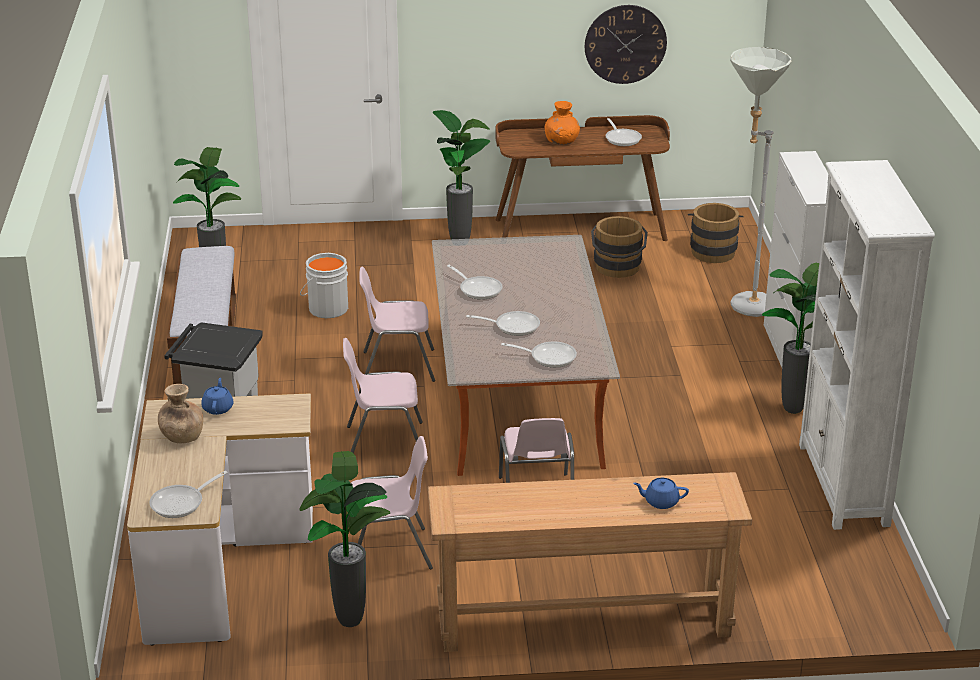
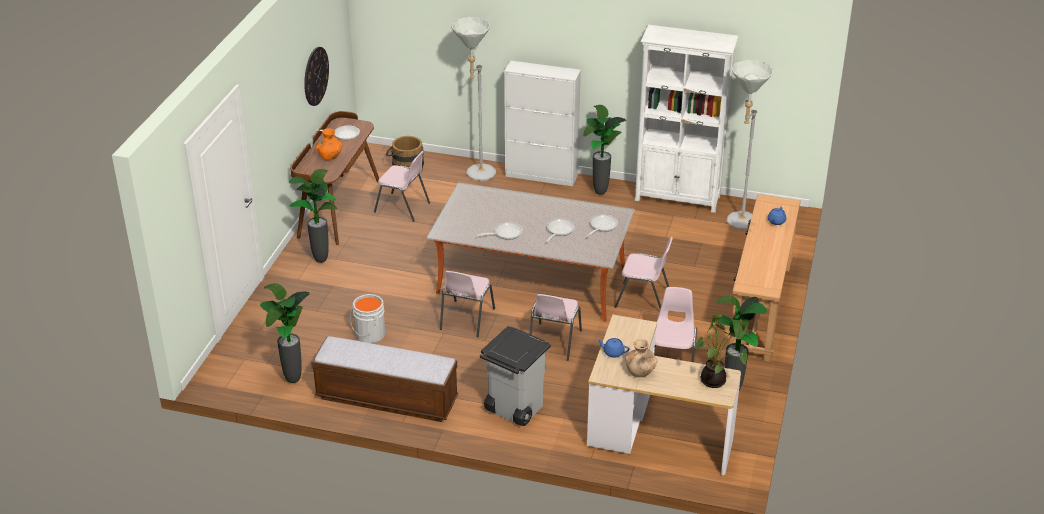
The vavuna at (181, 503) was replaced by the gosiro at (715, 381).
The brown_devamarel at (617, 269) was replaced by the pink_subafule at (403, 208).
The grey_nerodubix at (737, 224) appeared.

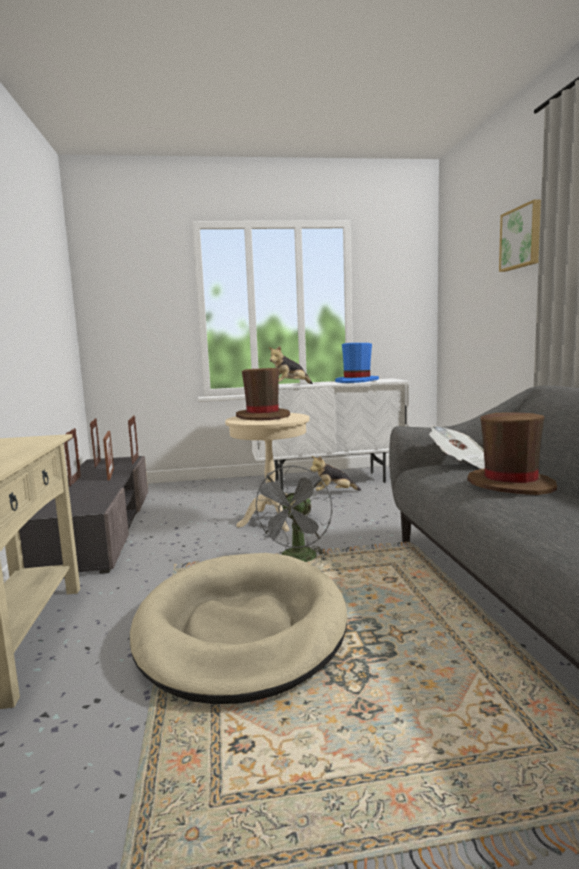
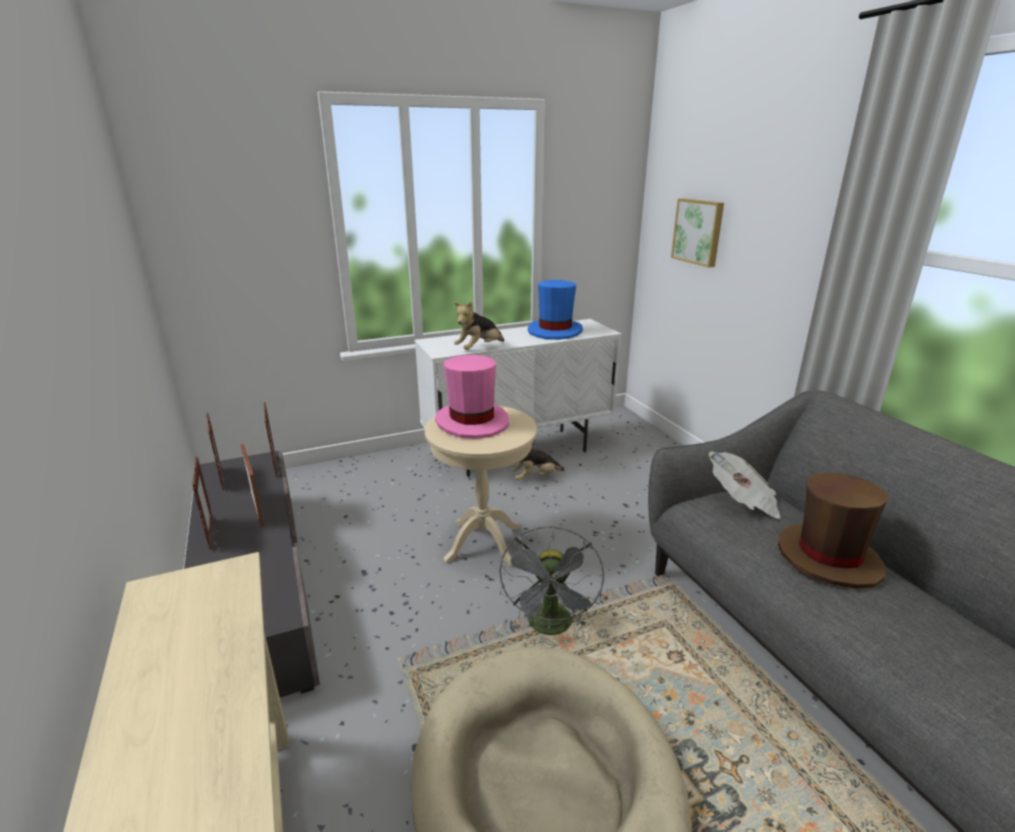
The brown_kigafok at (263, 416) became the pink_kigafok at (472, 422).
The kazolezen moved from (521, 237) to (698, 231).

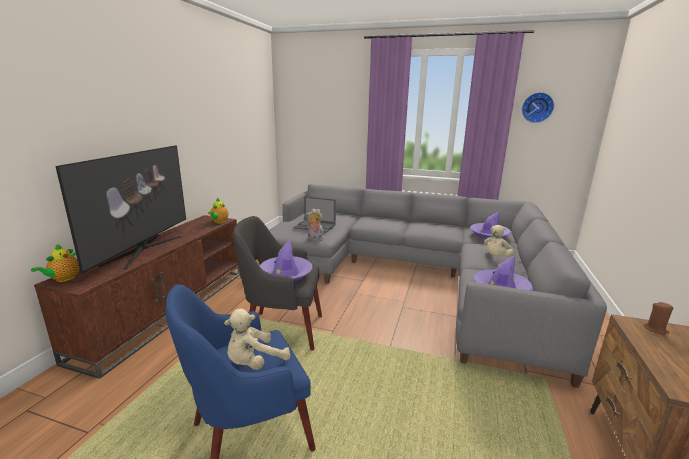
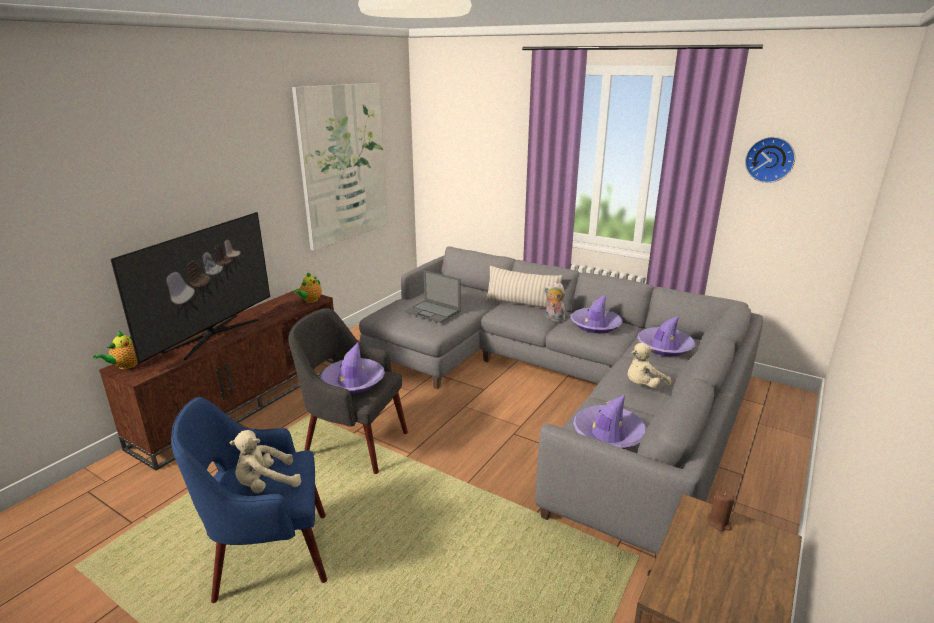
The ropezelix moved from (314, 239) to (553, 319).
The kazolezen at (343, 164) appeared.
The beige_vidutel at (522, 304) appeared.
The purple_kigafok at (595, 325) appeared.

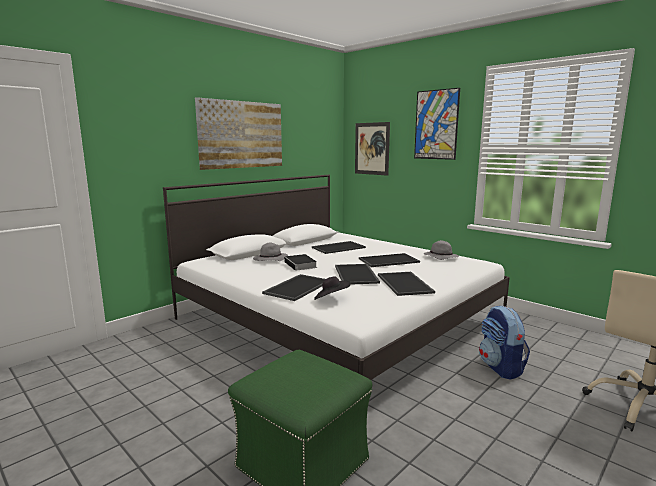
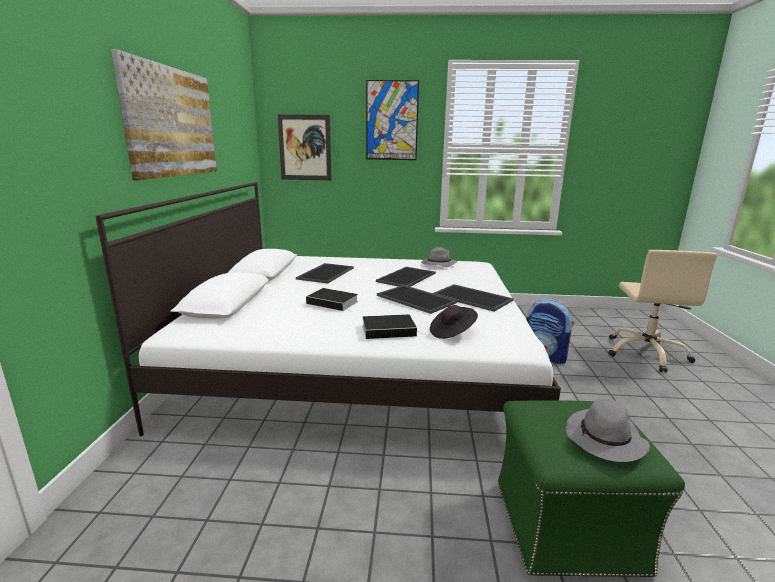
The grey_kigafok moved from (270, 259) to (605, 439).
The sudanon at (297, 287) was replaced by the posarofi at (390, 330).

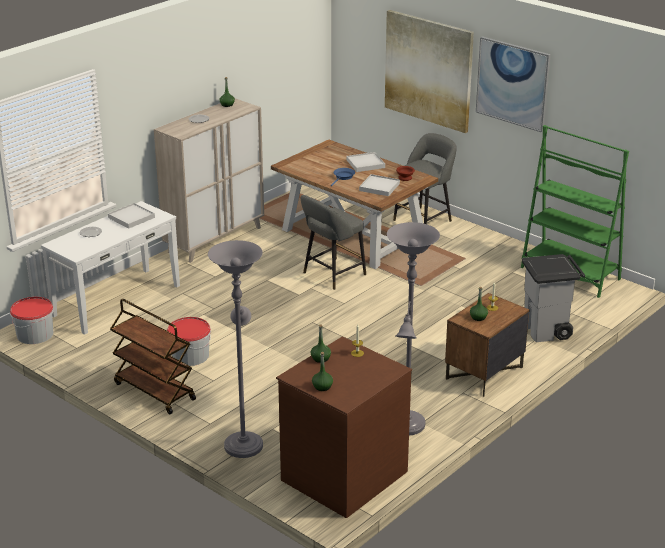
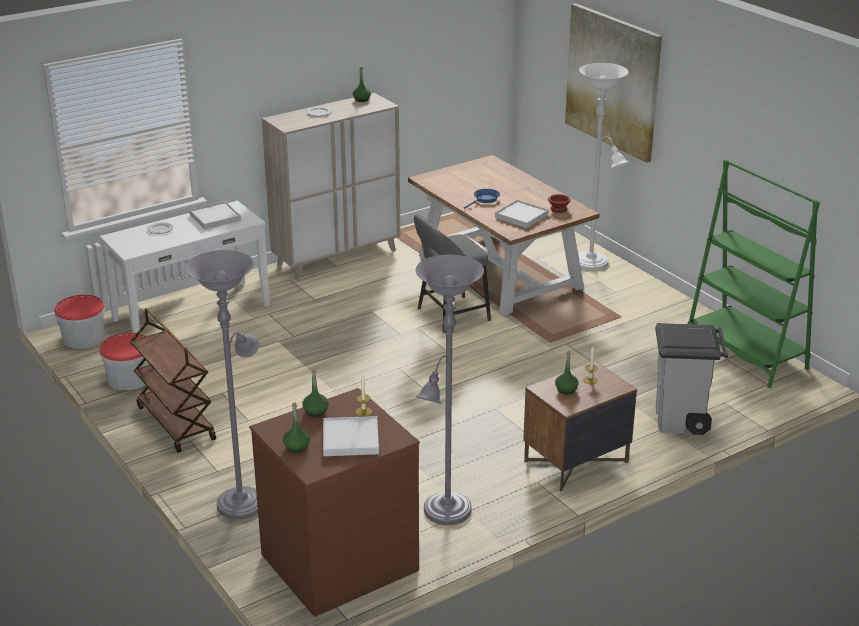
The devamarel moved from (190, 355) to (129, 378).
The white_sudanon moved from (365, 164) to (351, 439).
The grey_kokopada at (424, 219) was replaced by the white_nerodubix at (593, 264).
The kazolezen at (512, 83) disappeared.

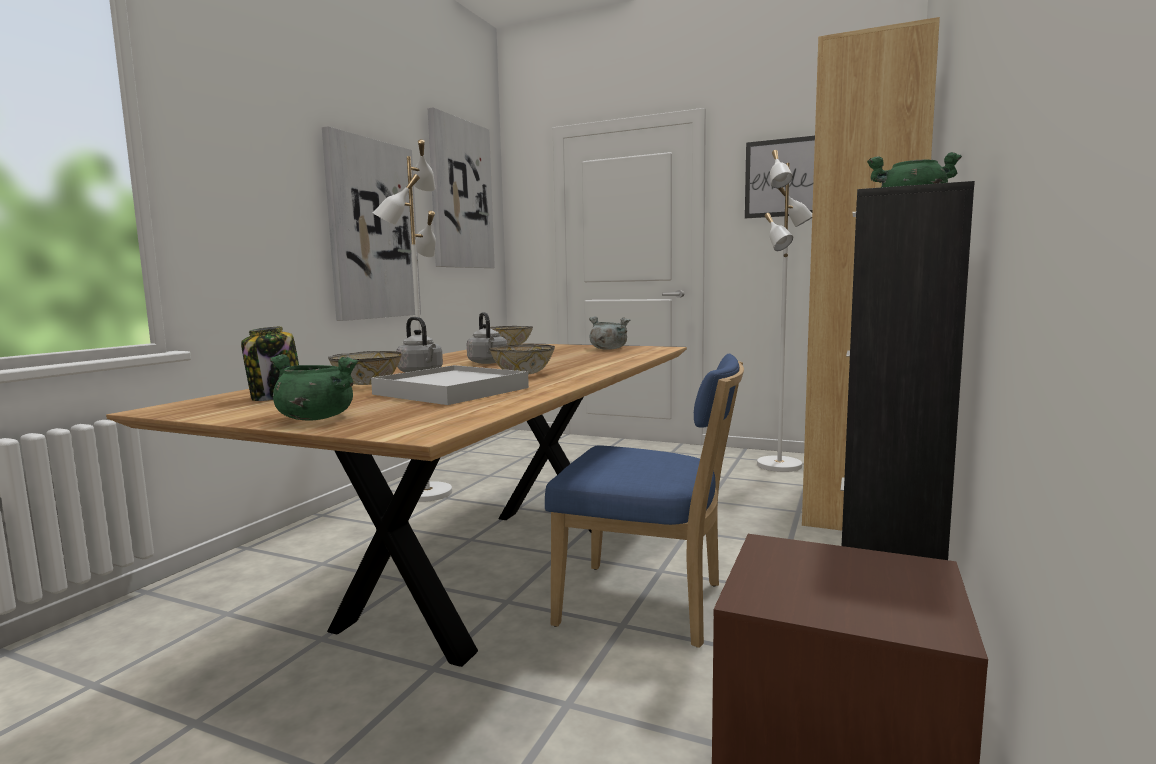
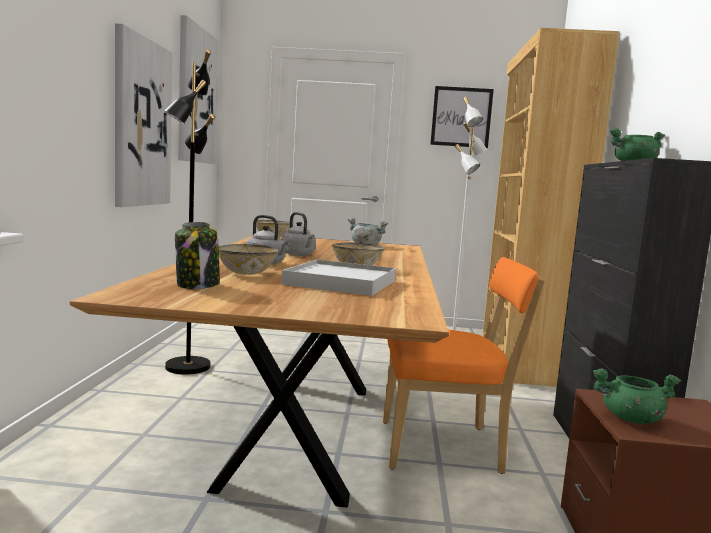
The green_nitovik moved from (314, 418) to (631, 419).
The white_nerodubix at (426, 493) became the black_nerodubix at (186, 366).
The blue_subafule at (649, 605) became the orange_subafule at (446, 447).

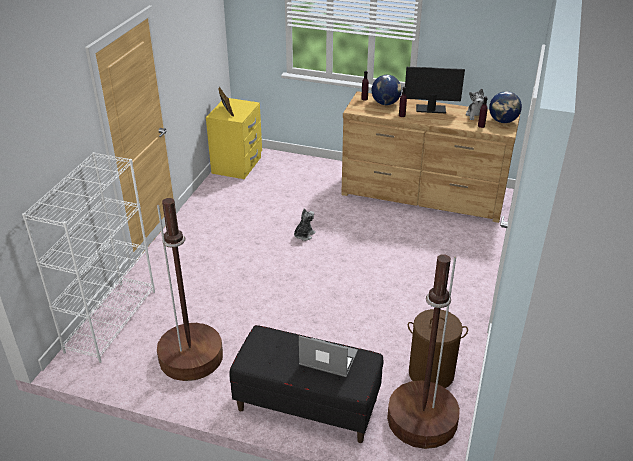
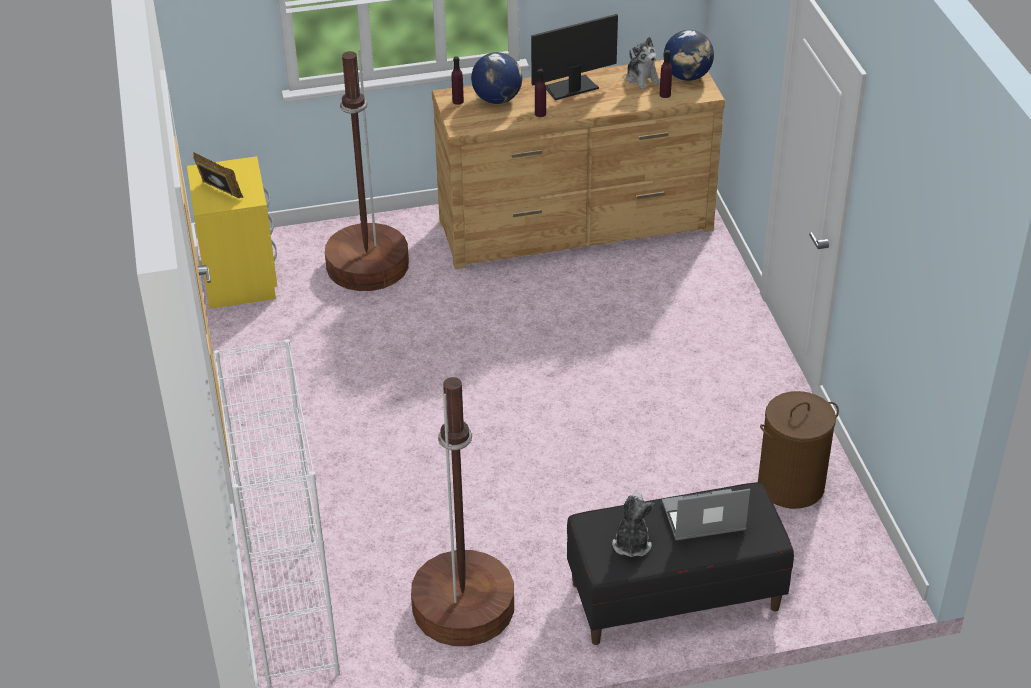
The ropezelix moved from (304, 235) to (631, 543).
The brown_nerodubix moved from (422, 420) to (367, 266).

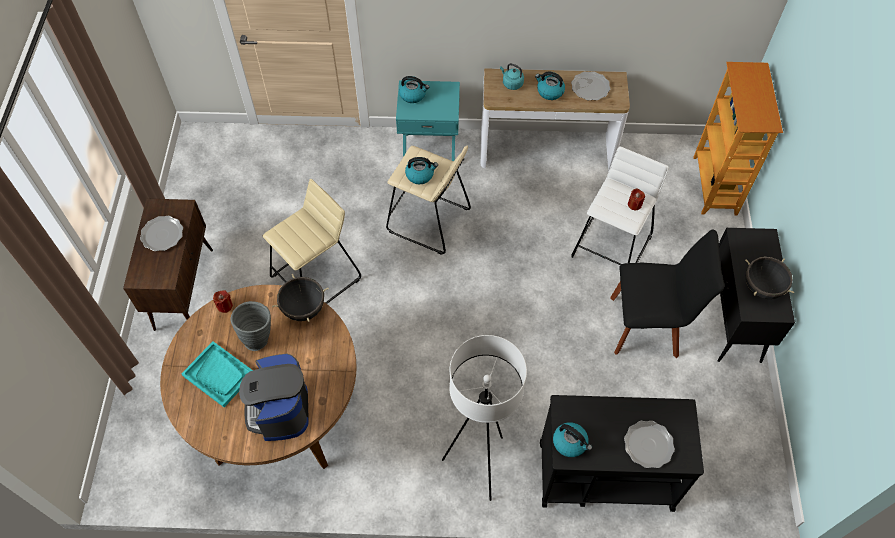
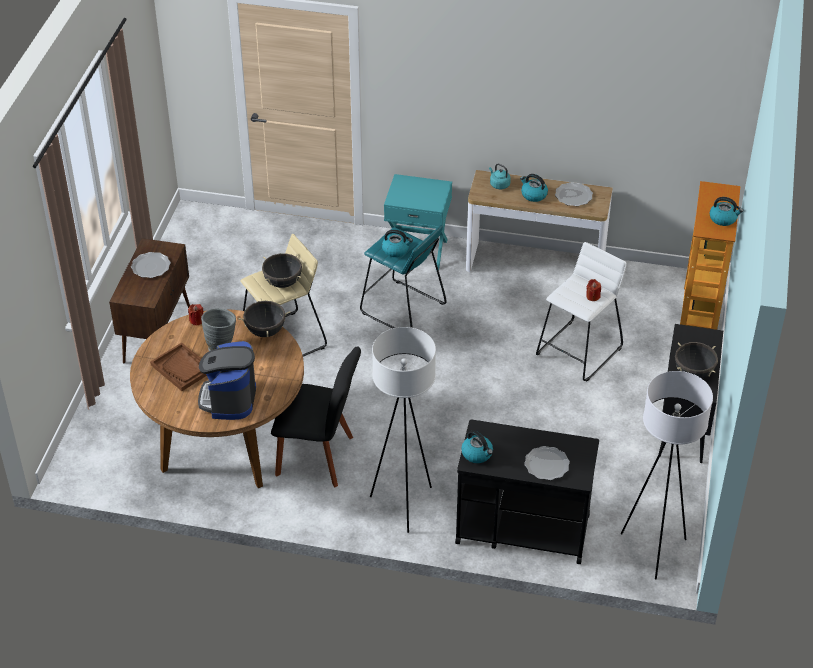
The turquoise_sudanon at (219, 374) became the brown_sudanon at (182, 368).
The beige_kokopada at (428, 221) became the turquoise_kokopada at (402, 309).
The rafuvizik moved from (413, 95) to (723, 219).
The black_subafule moved from (648, 325) to (319, 457).
The black_nitovik at (282, 282) appeared.
The white_nerodubix at (653, 549) appeared.

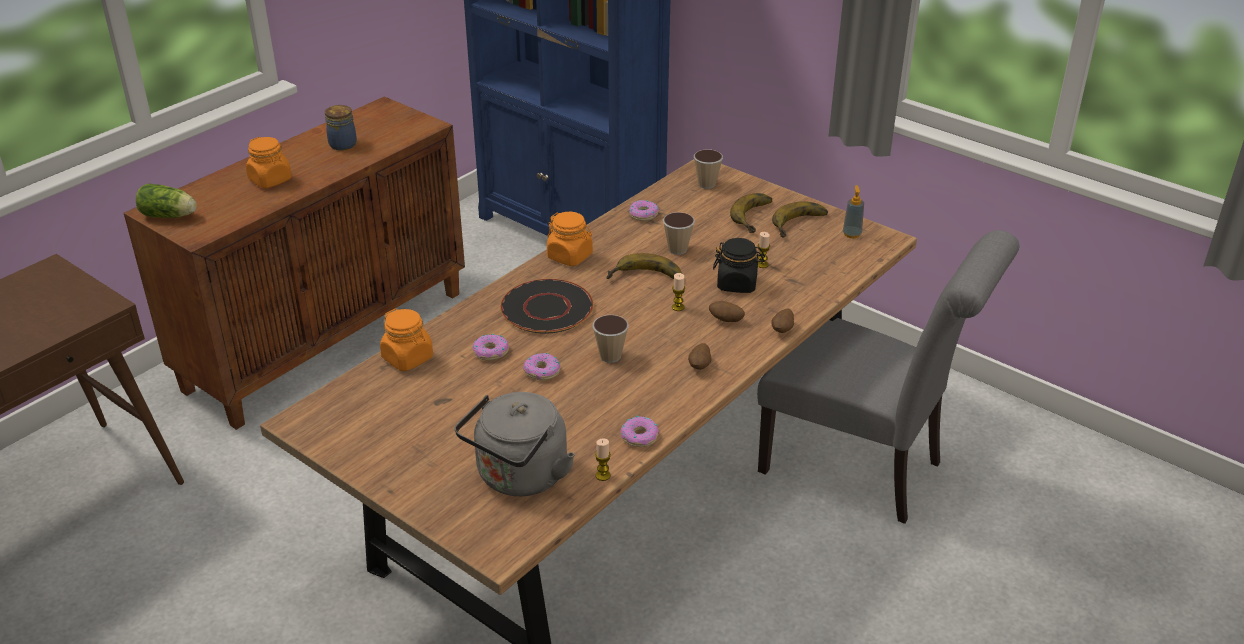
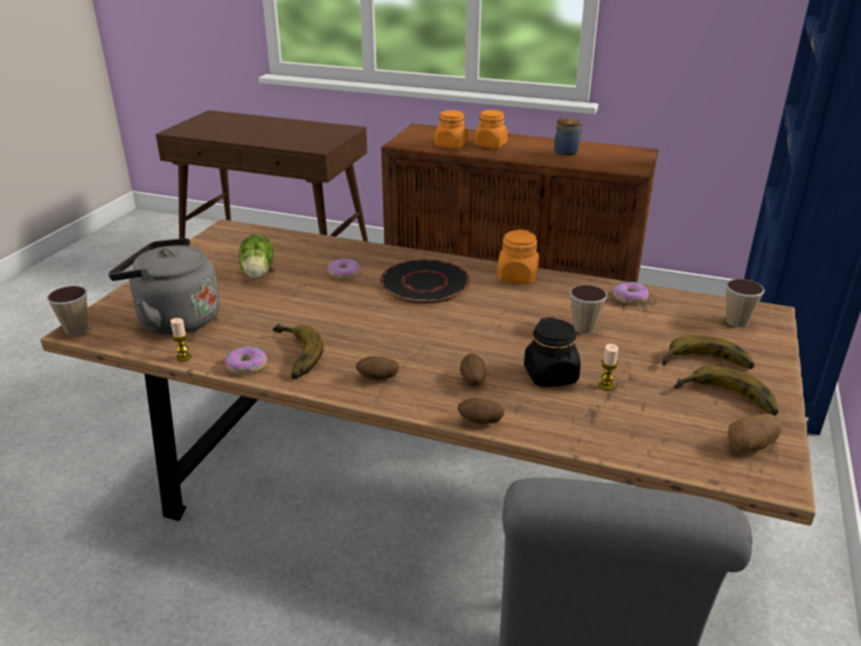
The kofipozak moved from (170, 216) to (257, 273).
The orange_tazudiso moved from (408, 358) to (451, 145).
The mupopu at (542, 371) disappeared.
The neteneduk moved from (610, 356) to (76, 329).
The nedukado moved from (646, 279) to (291, 356).
The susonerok at (678, 307) disappeared.
The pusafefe at (851, 234) was replaced by the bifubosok at (751, 445).

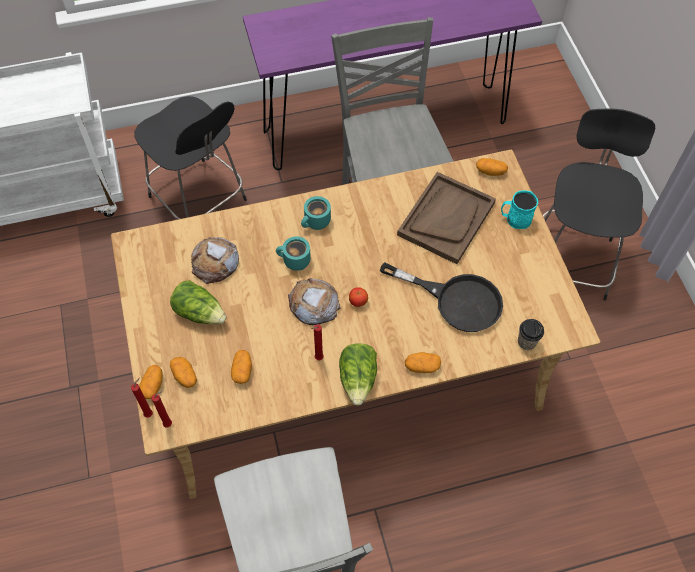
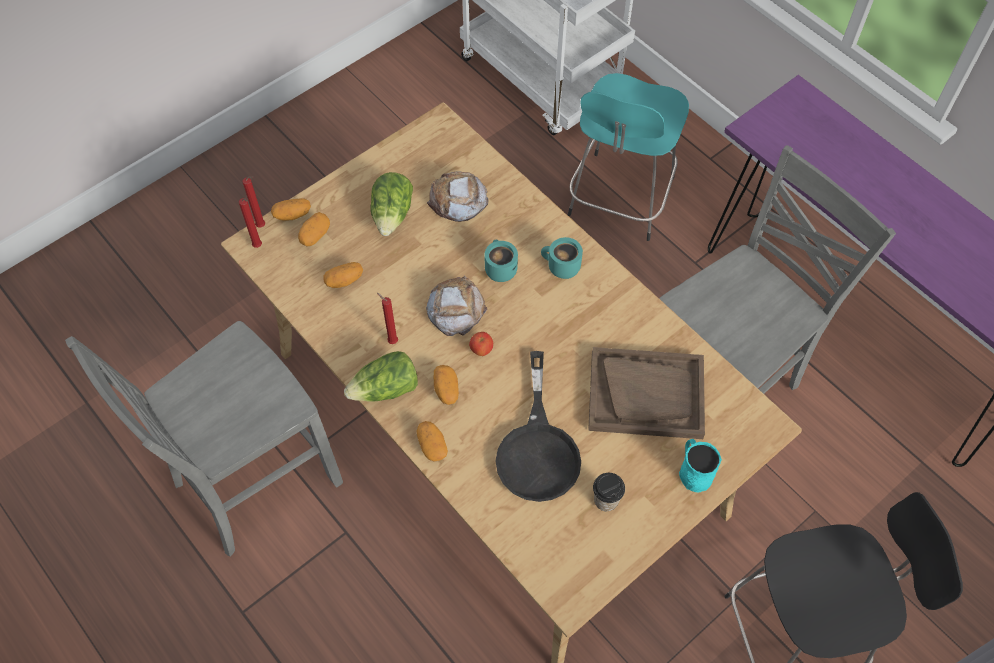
The black_kokopada at (200, 201) became the turquoise_kokopada at (619, 199).
The bifubosok moved from (490, 171) to (446, 390).
The neteneduk moved from (526, 342) to (606, 500).

